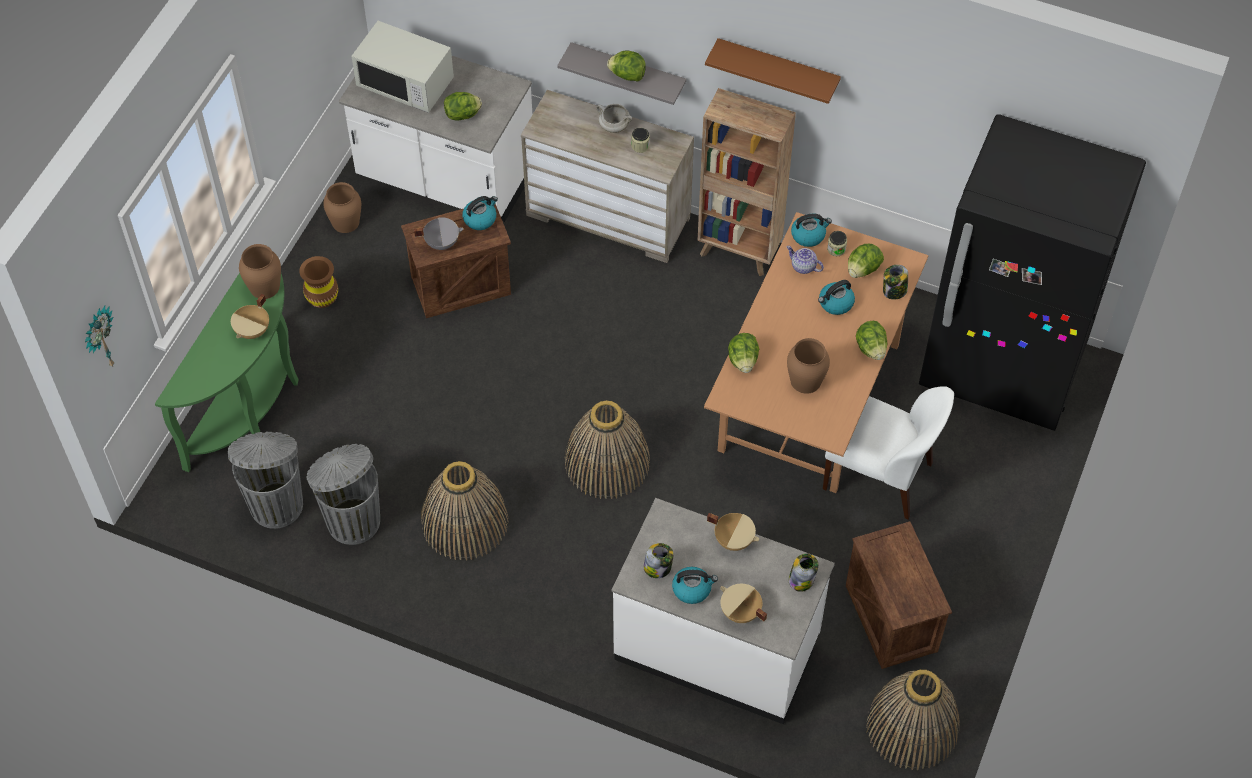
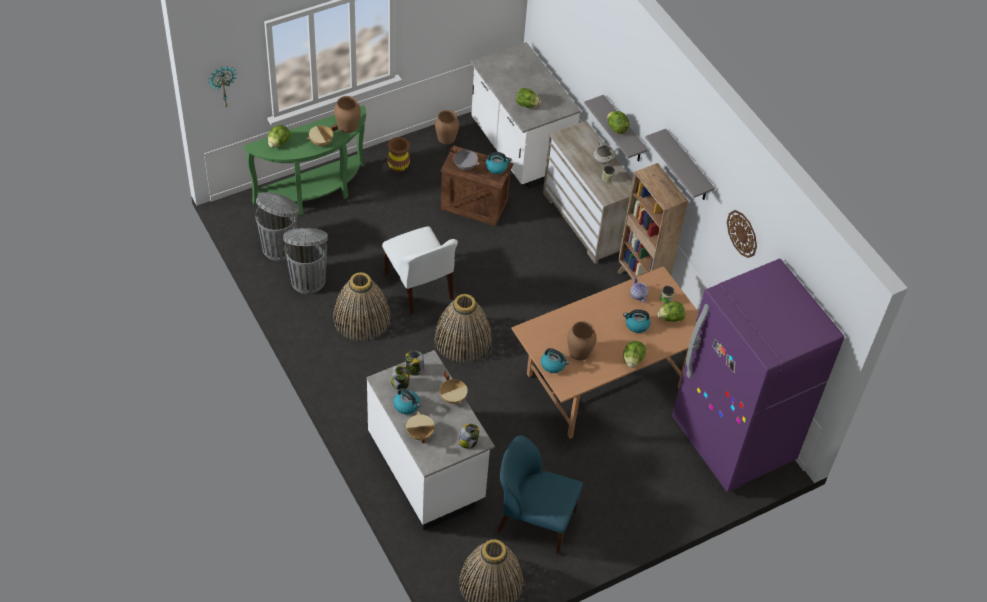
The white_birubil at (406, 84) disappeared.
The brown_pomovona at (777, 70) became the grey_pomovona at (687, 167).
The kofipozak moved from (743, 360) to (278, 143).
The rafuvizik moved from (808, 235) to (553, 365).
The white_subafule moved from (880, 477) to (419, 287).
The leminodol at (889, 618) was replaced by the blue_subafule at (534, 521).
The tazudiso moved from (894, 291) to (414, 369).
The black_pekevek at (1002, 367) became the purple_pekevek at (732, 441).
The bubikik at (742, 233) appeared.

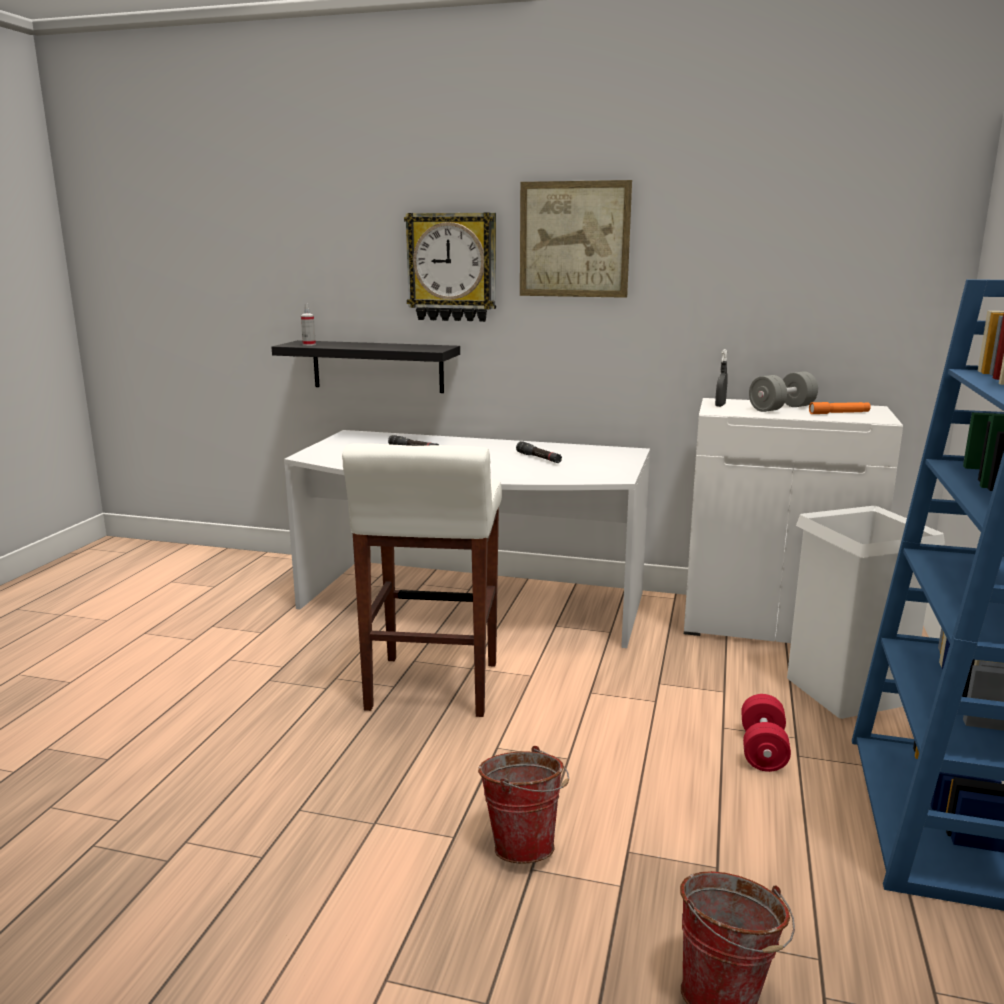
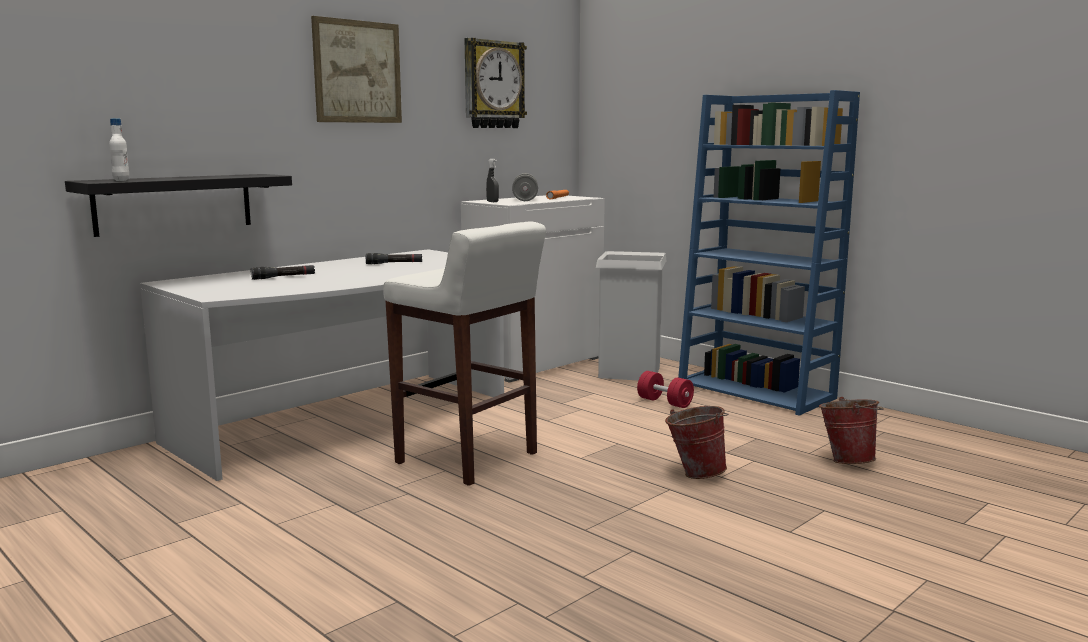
The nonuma at (309, 344) was replaced by the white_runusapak at (121, 180).
The bubikik moved from (452, 267) to (493, 84).

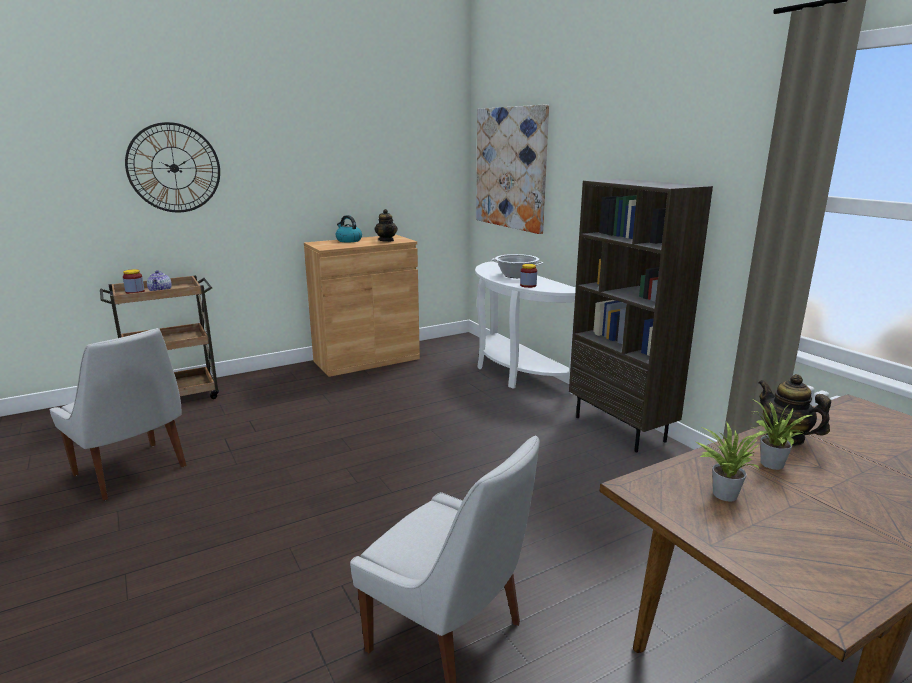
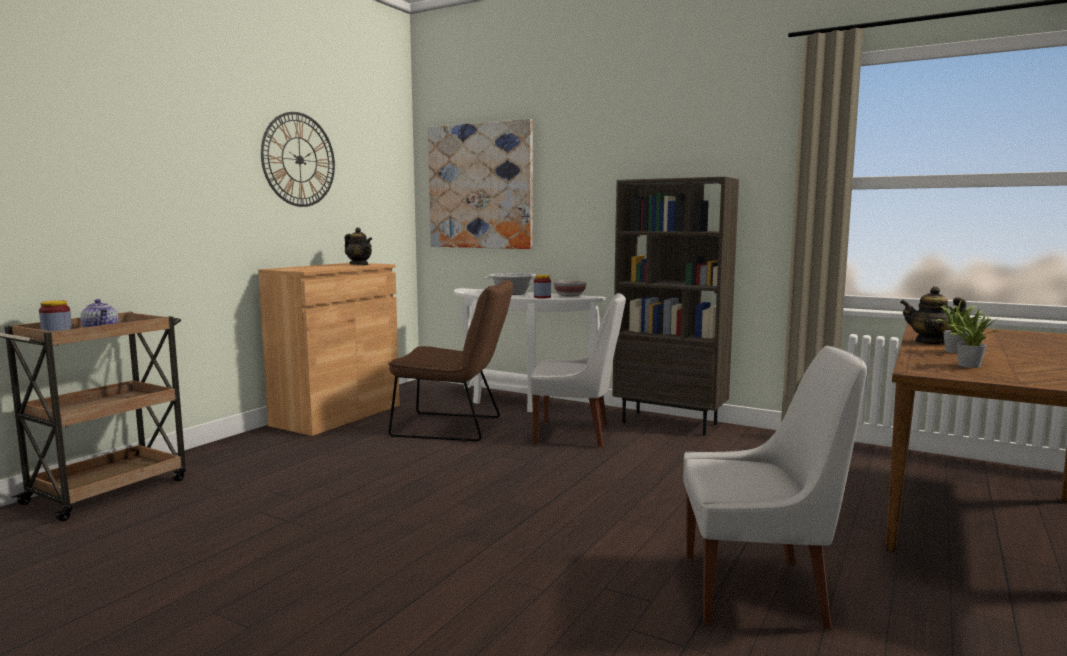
The white_subafule moved from (132, 472) to (576, 434).
The bubikik moved from (174, 168) to (299, 160).
The rafuvizik at (348, 240) disappeared.
The brown_subafule at (455, 427) appeared.
The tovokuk at (570, 296) appeared.

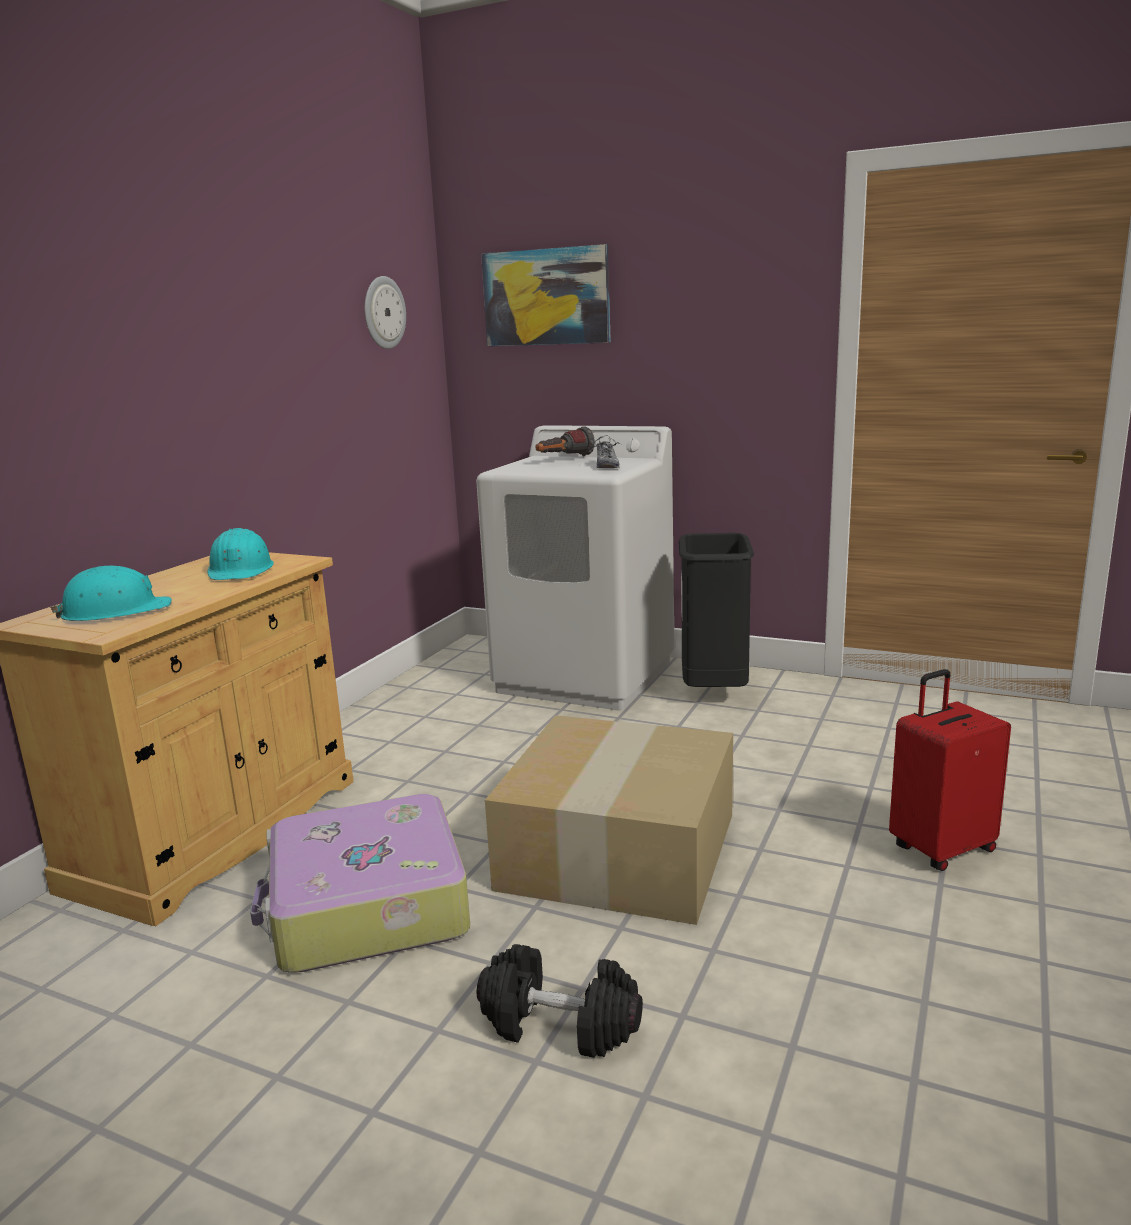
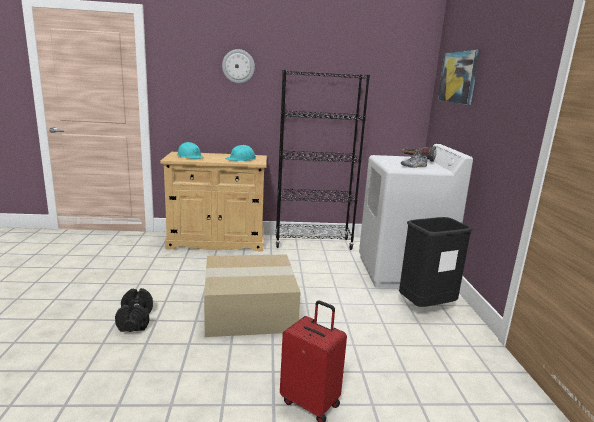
The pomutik at (366, 907) disappeared.
The bubikik moved from (383, 313) to (238, 66).
The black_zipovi at (313, 243) appeared.

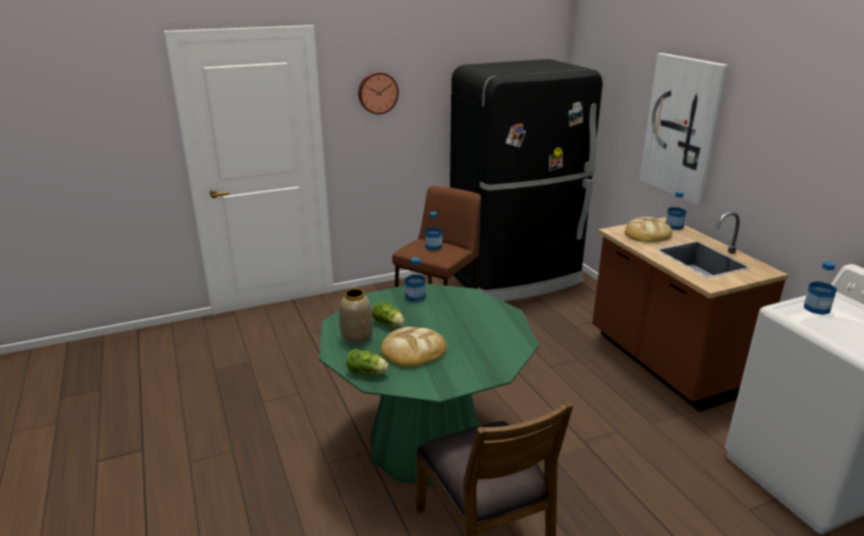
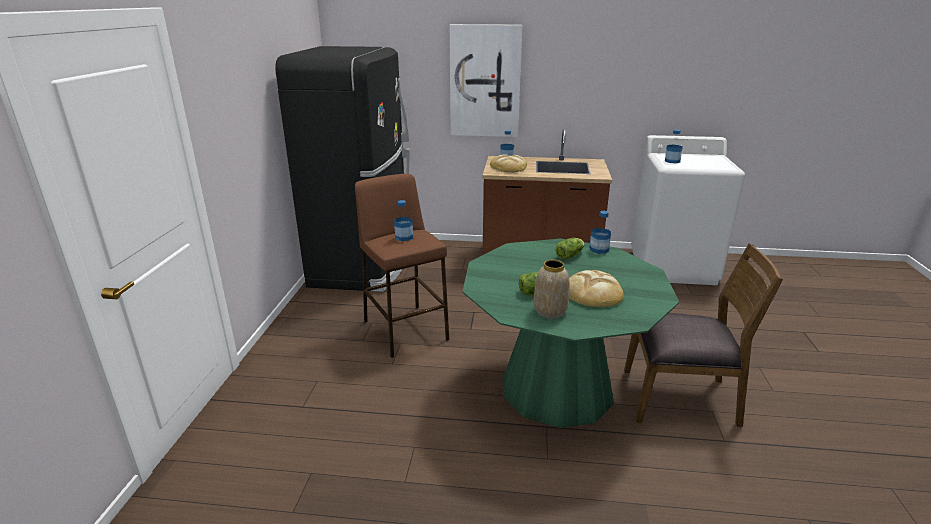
The kofipozak moved from (368, 372) to (570, 255).
The bubikik at (377, 92) disappeared.
The runusapak moved from (415, 297) to (599, 249).

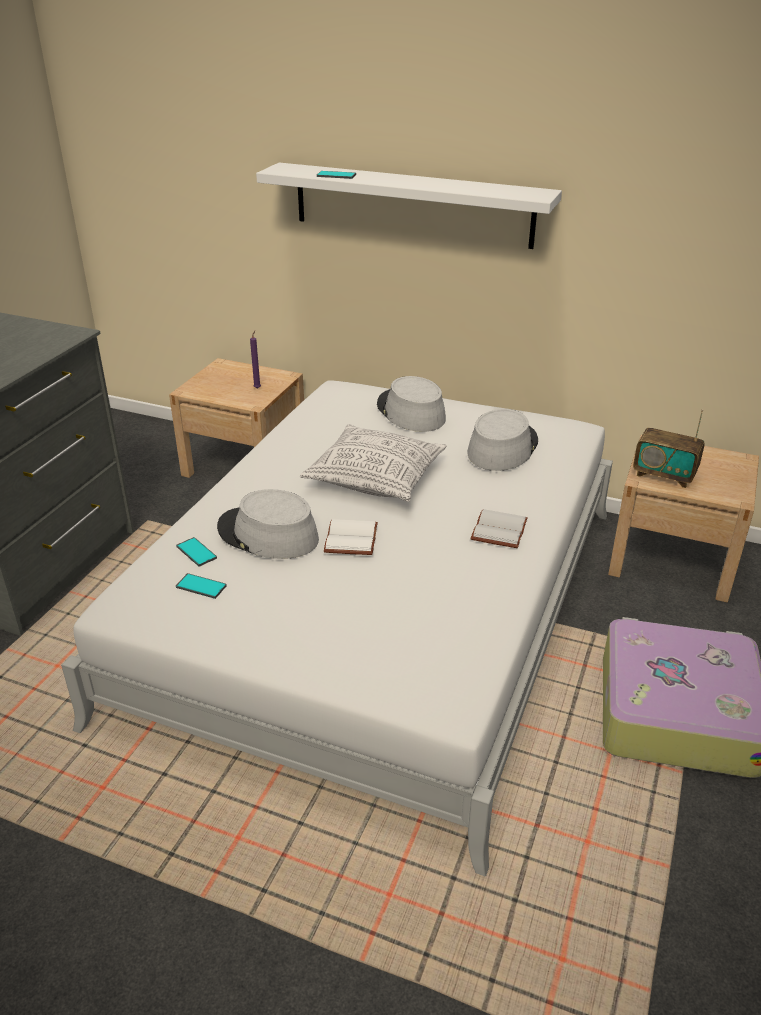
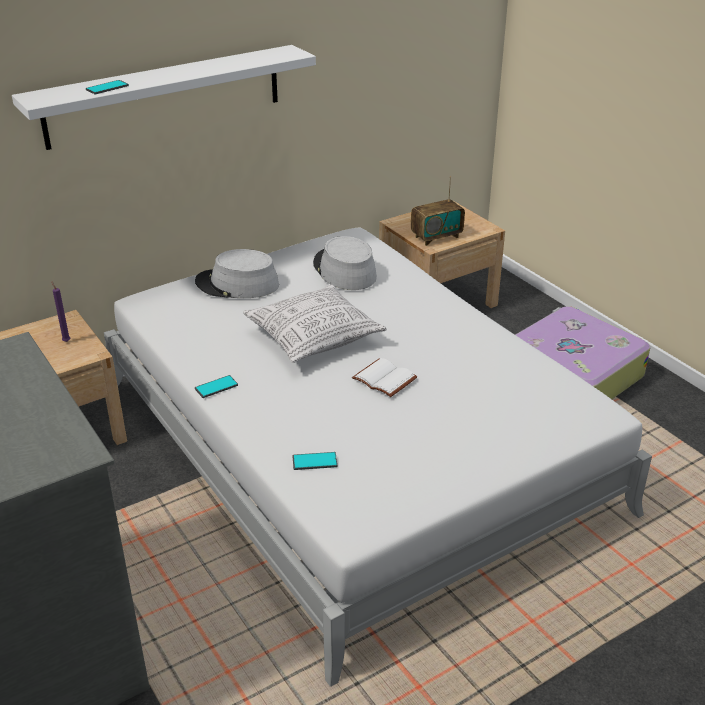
The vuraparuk moved from (201, 586) to (216, 387).
The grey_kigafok at (267, 534) disappeared.
The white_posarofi at (497, 529) disappeared.

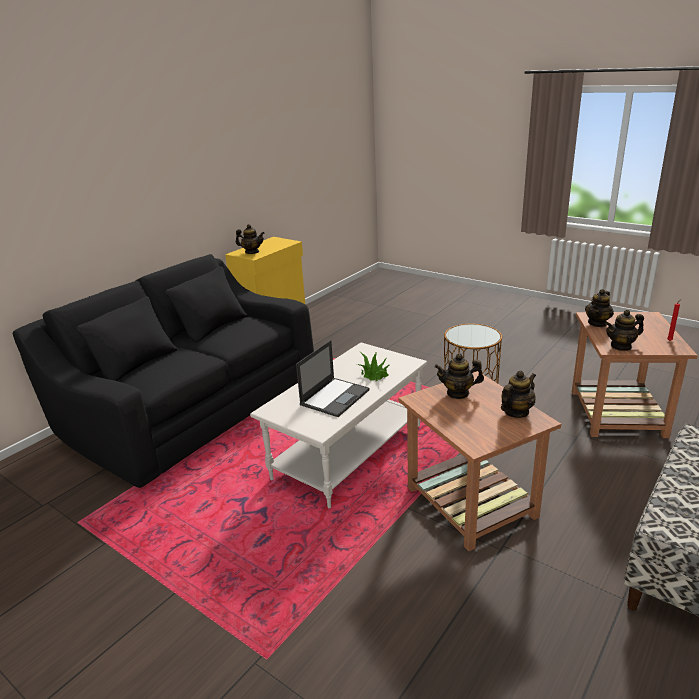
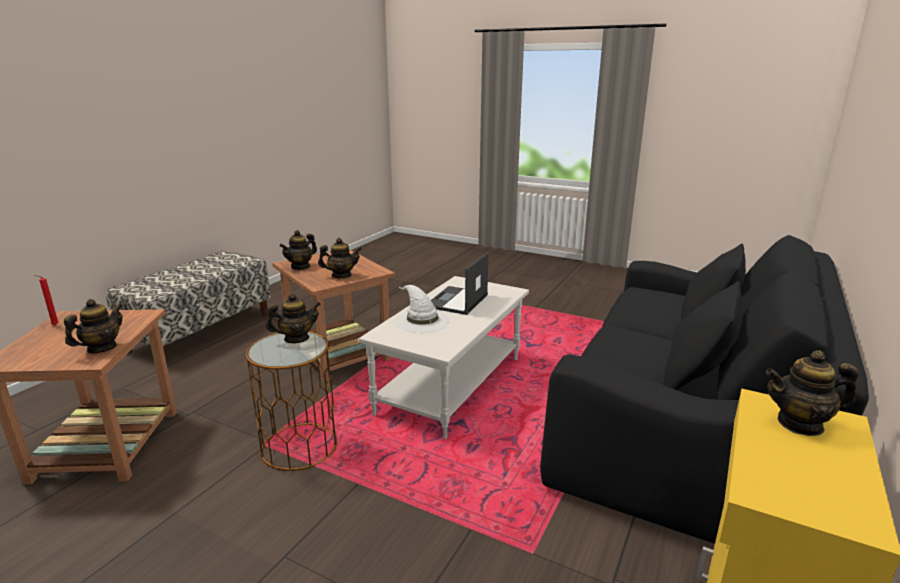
The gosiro at (374, 374) was replaced by the white_kigafok at (421, 321).
The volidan moved from (621, 346) to (296, 339).

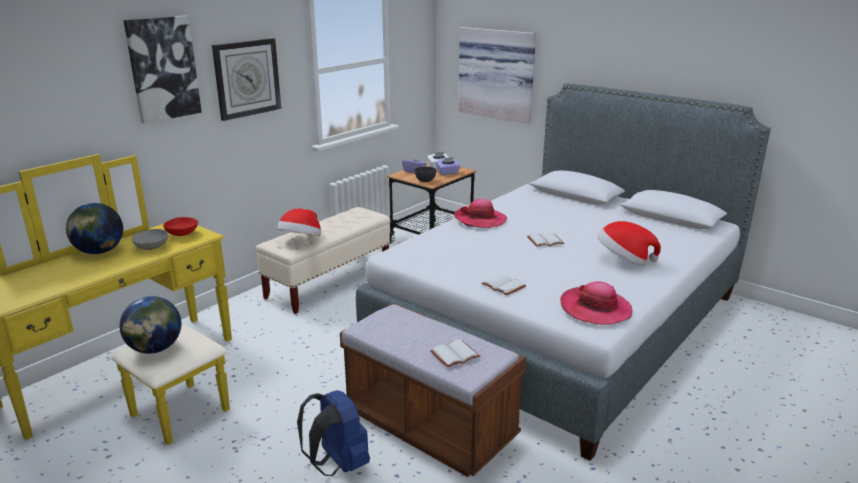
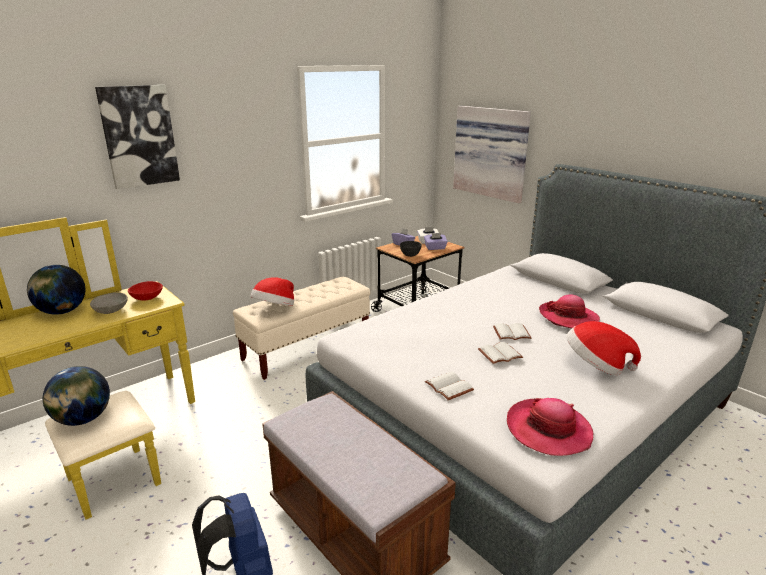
The bubikik at (247, 78) disappeared.
The white_posarofi moved from (455, 356) to (500, 355).
The kigafok moved from (480, 219) to (568, 317).

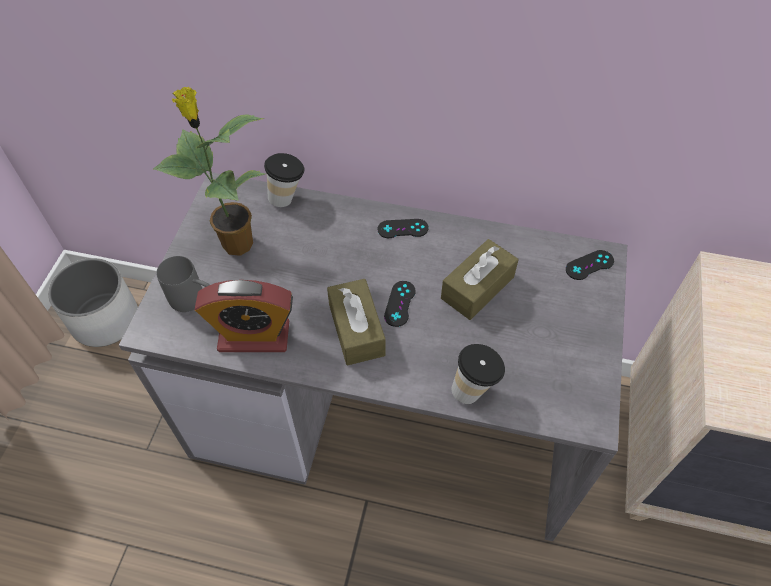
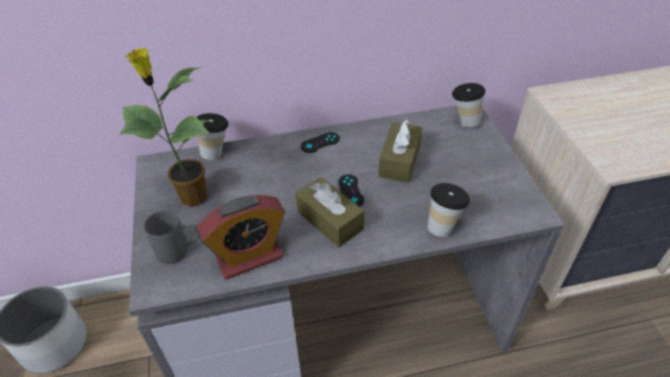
The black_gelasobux at (589, 265) was replaced by the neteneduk at (464, 121).

